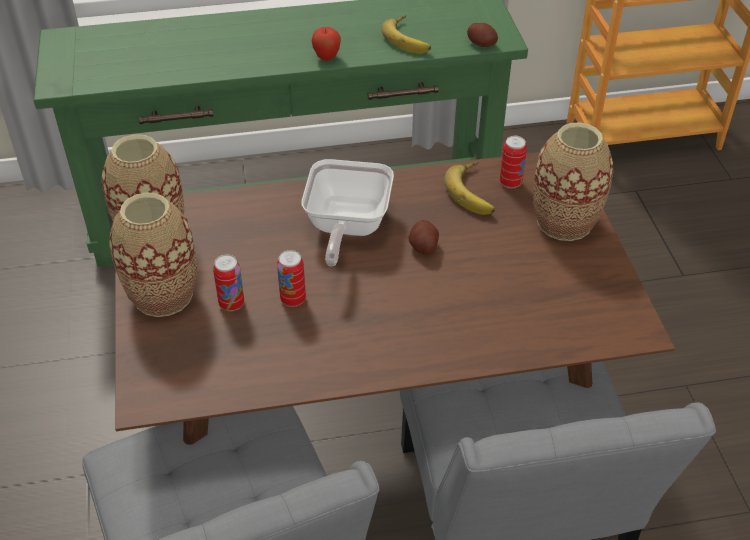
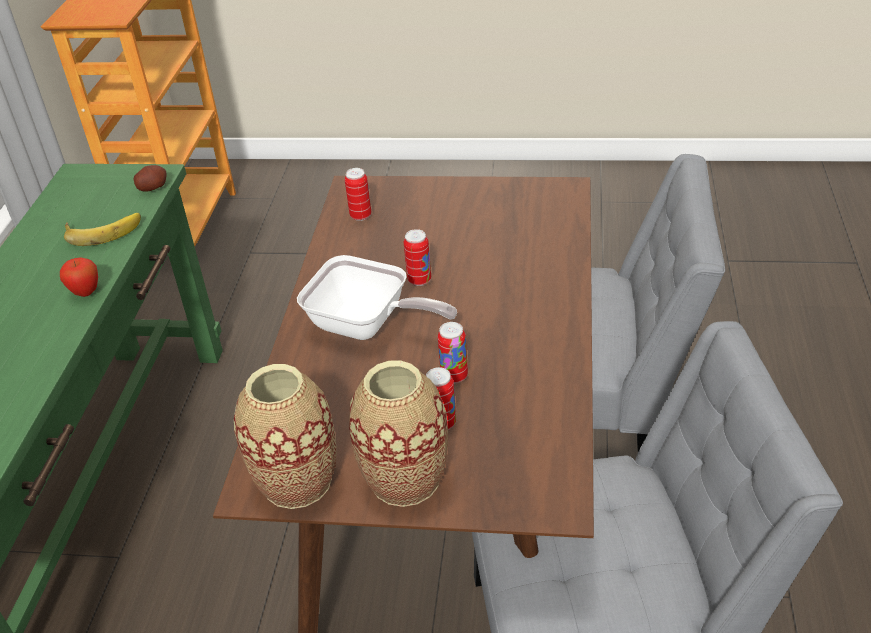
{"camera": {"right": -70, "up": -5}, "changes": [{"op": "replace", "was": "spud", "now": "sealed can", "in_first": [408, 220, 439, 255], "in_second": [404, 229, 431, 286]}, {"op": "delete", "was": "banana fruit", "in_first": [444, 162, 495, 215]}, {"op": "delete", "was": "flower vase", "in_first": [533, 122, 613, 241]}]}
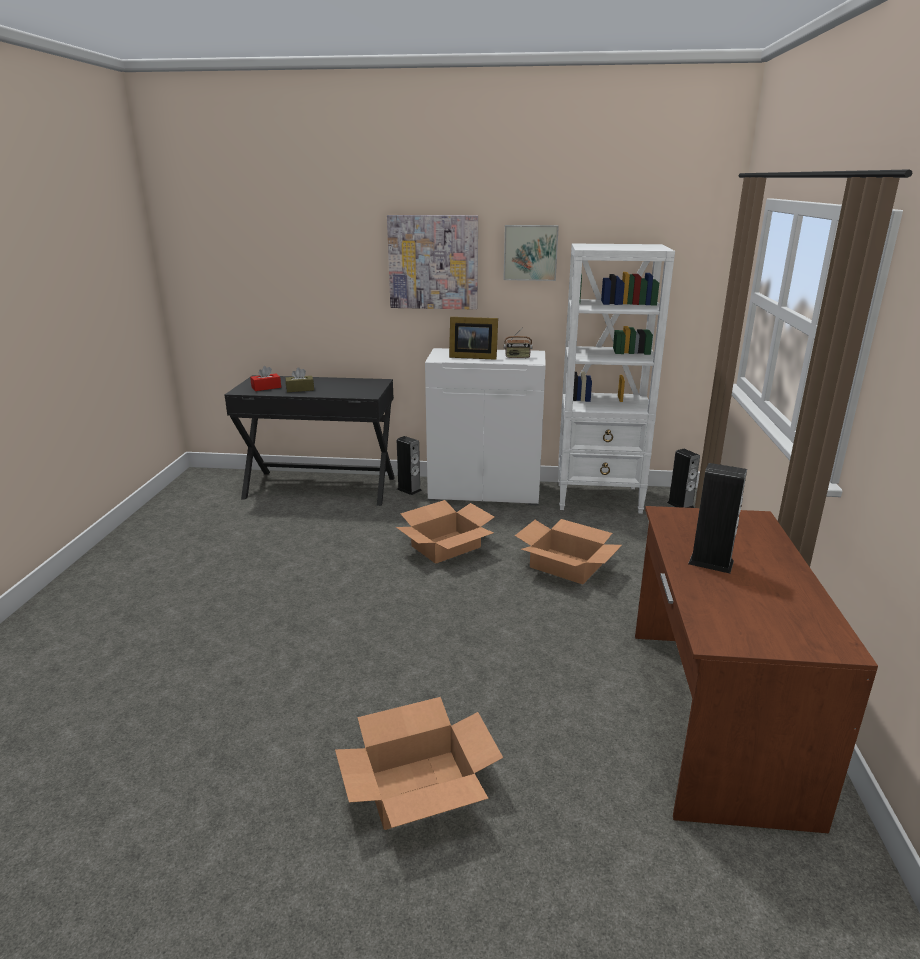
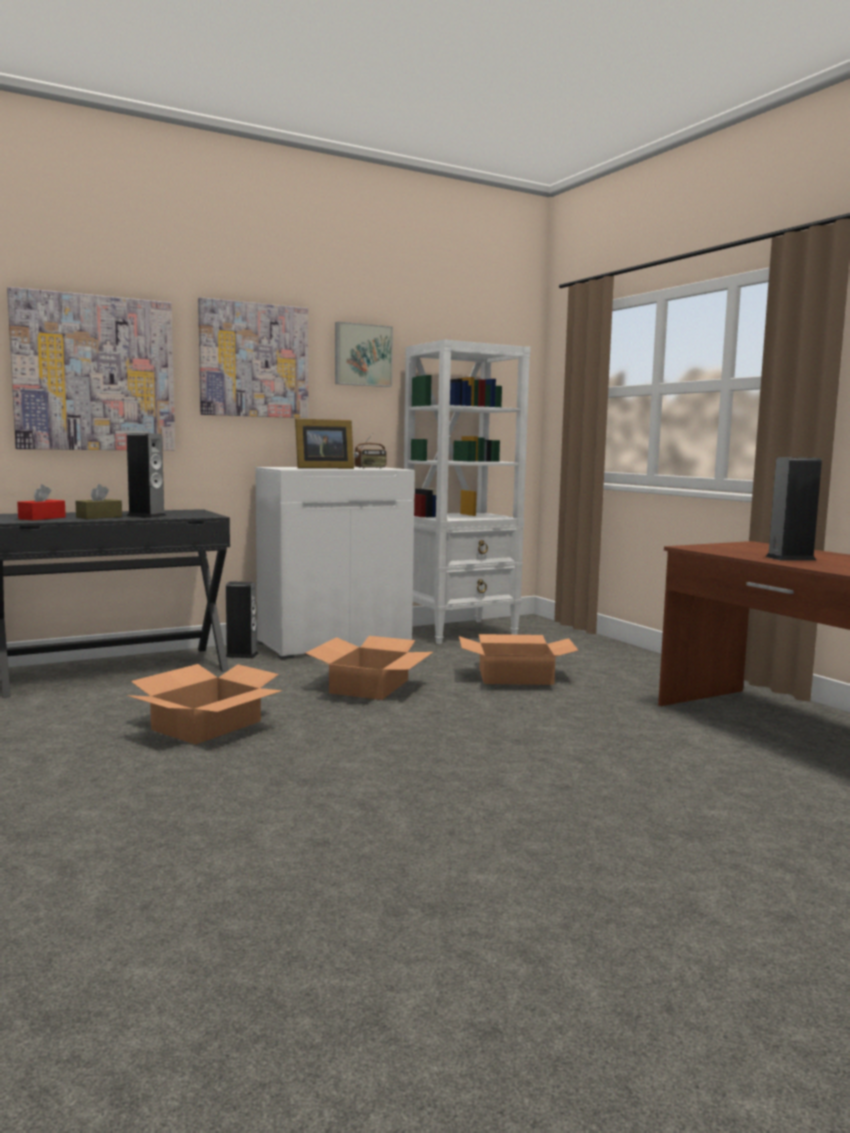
{"camera": {"right": -35, "up": -15}, "changes": [{"op": "insert", "now": "wall picture", "in_second": [7, 287, 175, 451]}, {"op": "move", "was": "cardboard box", "in_first": [335, 697, 503, 830], "in_second": [126, 664, 283, 745]}, {"op": "move", "was": "audio speaker", "in_first": [667, 449, 700, 508], "in_second": [127, 433, 166, 518]}]}
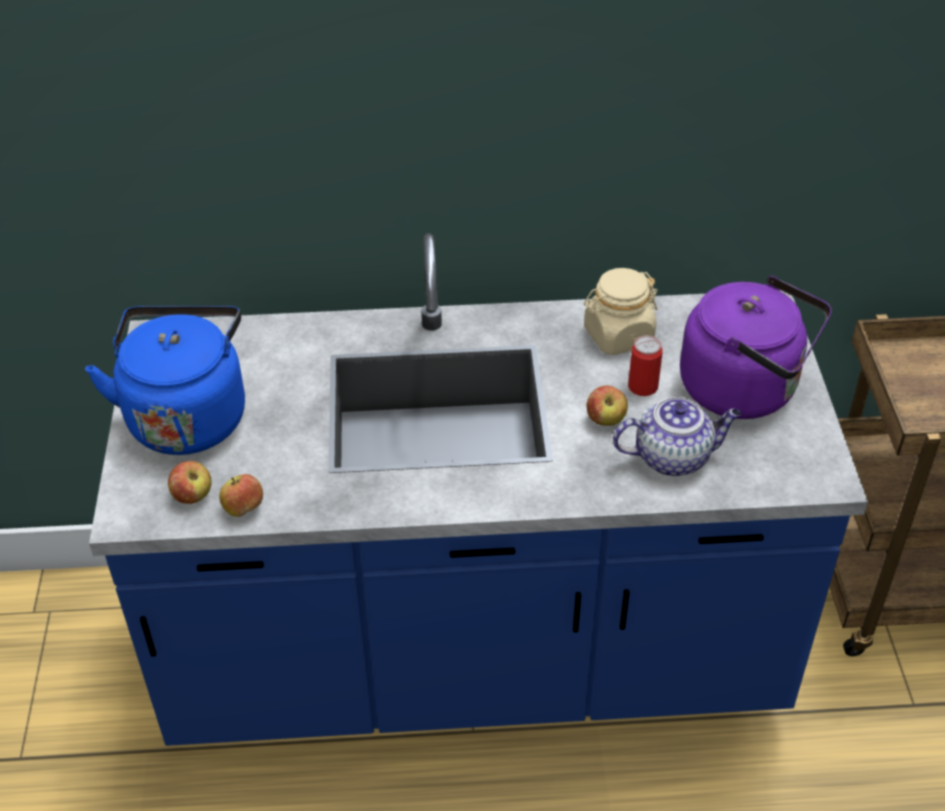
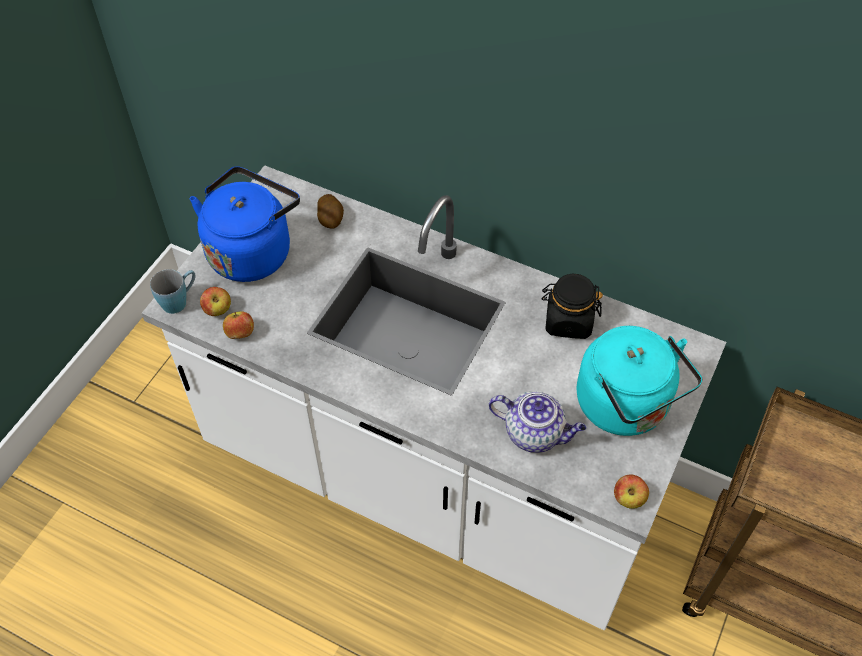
{"camera": {"right": 30, "up": 10}, "changes": [{"op": "recolor", "was": "bluish kitchen base unit", "now": "white kitchen base unit", "in_first": [89, 233, 868, 746], "in_second": [142, 165, 726, 630]}, {"op": "insert", "now": "bluish coffee mug", "in_second": [150, 269, 195, 314]}, {"op": "insert", "now": "spud", "in_second": [317, 194, 344, 229]}, {"op": "recolor", "was": "beige jar", "now": "blackish jar", "in_first": [584, 268, 658, 355], "in_second": [541, 274, 603, 339]}, {"op": "recolor", "was": "purple-coloured water kettle", "now": "blue-green water kettle", "in_first": [680, 276, 832, 419], "in_second": [577, 326, 702, 436]}, {"op": "move", "was": "whole apple", "in_first": [587, 386, 628, 426], "in_second": [614, 475, 649, 509]}, {"op": "delete", "was": "sealed can", "in_first": [628, 336, 662, 396]}]}
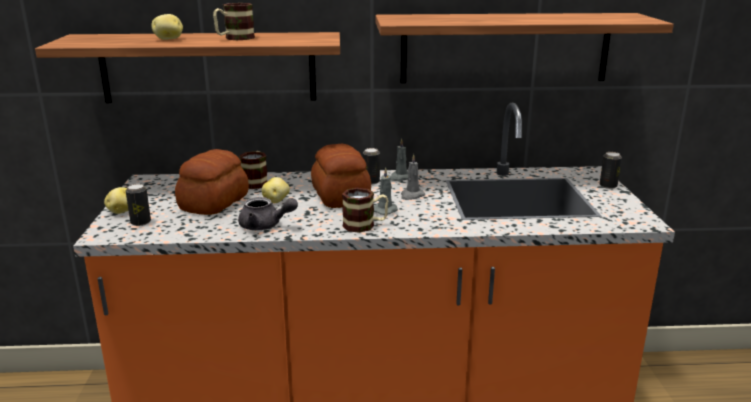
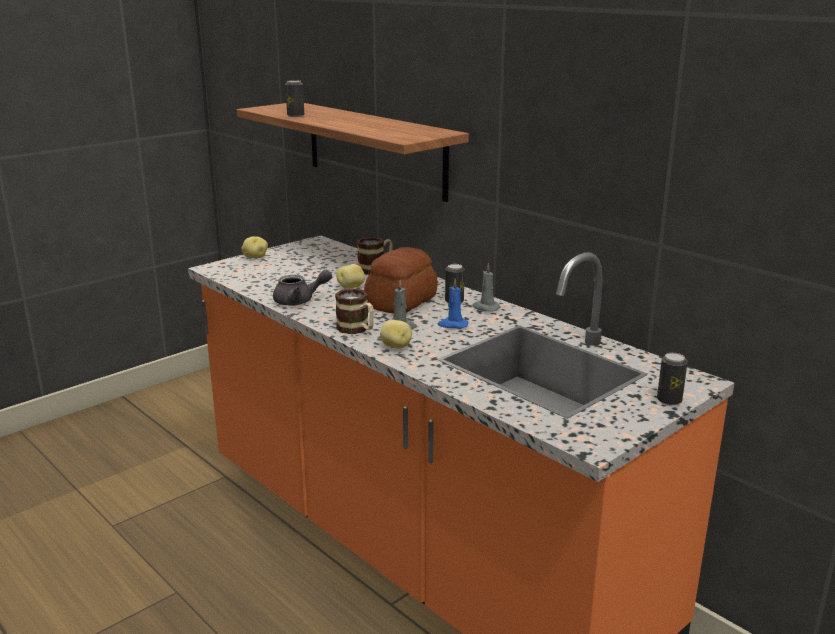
{"camera": {"right": 50, "up": 0}, "changes": [{"op": "rotate", "was": "gray tea pot", "in_first": [238, 197, 298, 230], "in_second": [273, 270, 332, 305], "clockwise": -75}, {"op": "move", "was": "sealed can", "in_first": [126, 184, 151, 226], "in_second": [285, 80, 304, 117]}, {"op": "move", "was": "spud", "in_first": [152, 14, 183, 40], "in_second": [380, 320, 412, 349]}, {"op": "recolor", "was": "gray candle", "now": "bluish candle", "in_first": [401, 154, 425, 200], "in_second": [438, 279, 468, 328]}, {"op": "delete", "was": "bread", "in_first": [175, 149, 249, 215]}, {"op": "delete", "was": "coffee mug", "in_first": [213, 3, 255, 40]}, {"op": "delete", "was": "shelf", "in_first": [376, 13, 674, 83]}]}
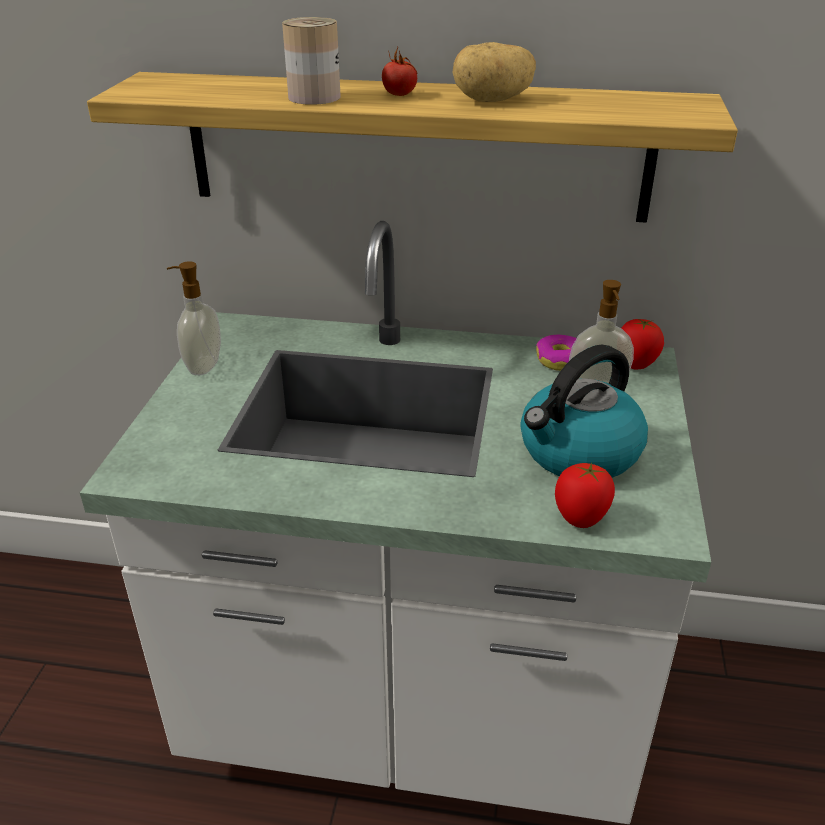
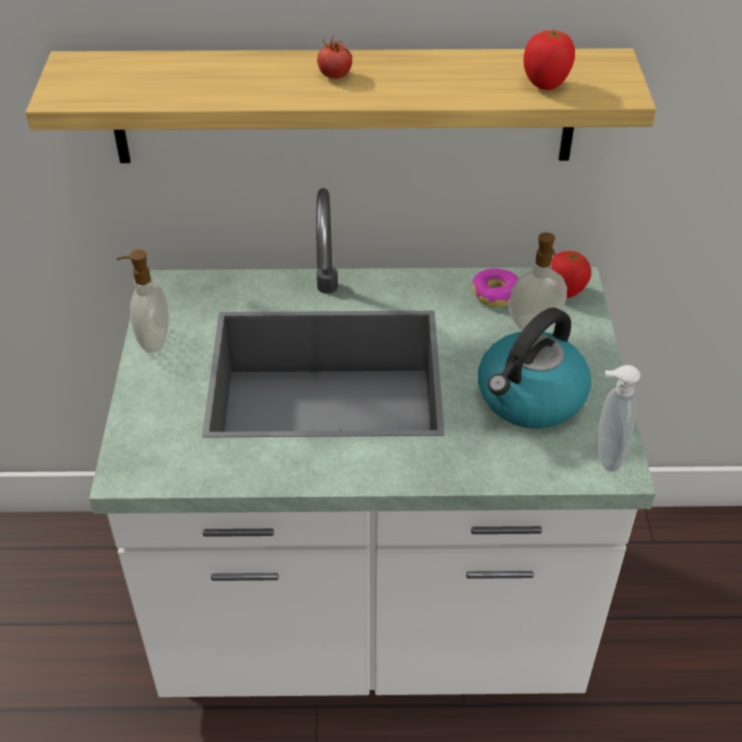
{"camera": {"right": -10, "up": 10}, "changes": [{"op": "move", "was": "fresh tomato", "in_first": [555, 463, 615, 528], "in_second": [523, 30, 575, 90]}, {"op": "insert", "now": "soap bottle", "in_second": [598, 365, 640, 472]}, {"op": "delete", "was": "sealed can", "in_first": [282, 17, 341, 105]}, {"op": "delete", "was": "spud", "in_first": [452, 42, 536, 102]}]}
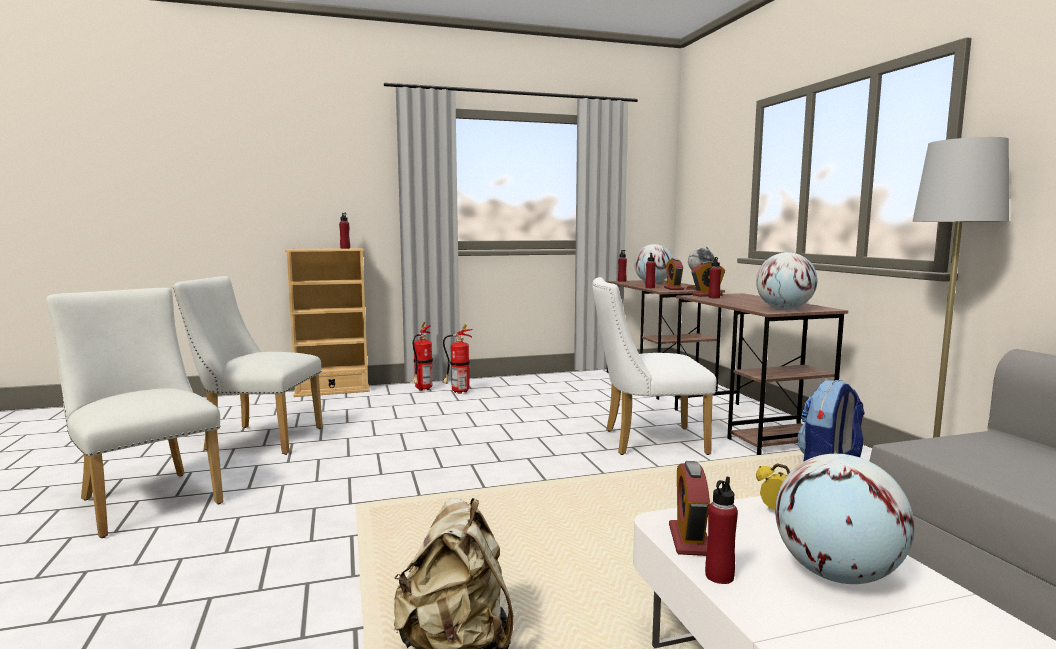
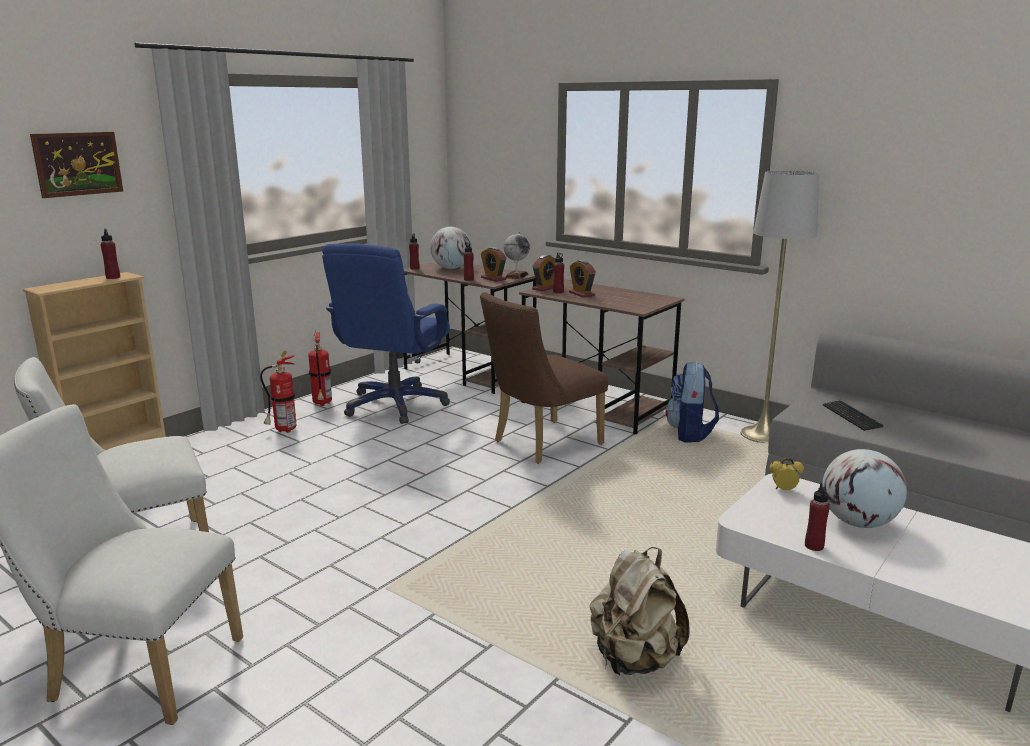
{"camera": {"right": -35, "up": 10}, "changes": [{"op": "insert", "now": "wall picture", "in_second": [30, 132, 123, 198]}, {"op": "move", "was": "fire extinguisher", "in_first": [412, 322, 433, 391], "in_second": [308, 330, 332, 406]}, {"op": "insert", "now": "bluish office chair", "in_second": [322, 243, 450, 424]}, {"op": "recolor", "was": "white chair", "now": "brown chair", "in_first": [592, 277, 717, 455], "in_second": [480, 292, 608, 464]}, {"op": "move", "was": "table clock", "in_first": [669, 461, 710, 556], "in_second": [569, 260, 596, 298]}, {"op": "insert", "now": "keyboard", "in_second": [823, 400, 884, 431]}, {"op": "delete", "was": "world globe", "in_first": [756, 252, 818, 310]}]}
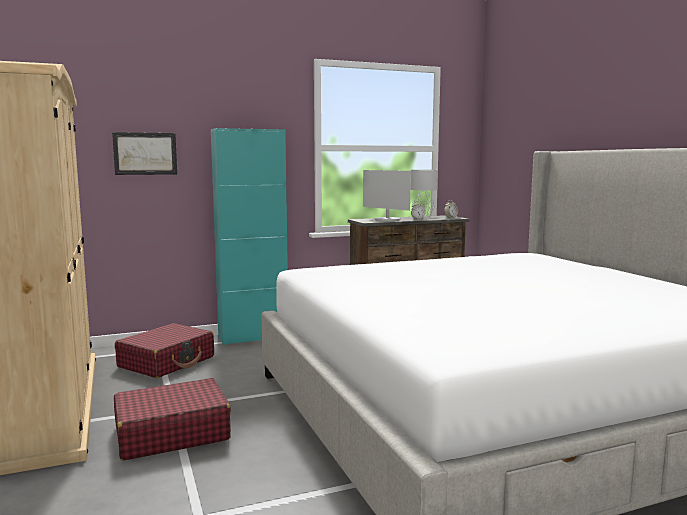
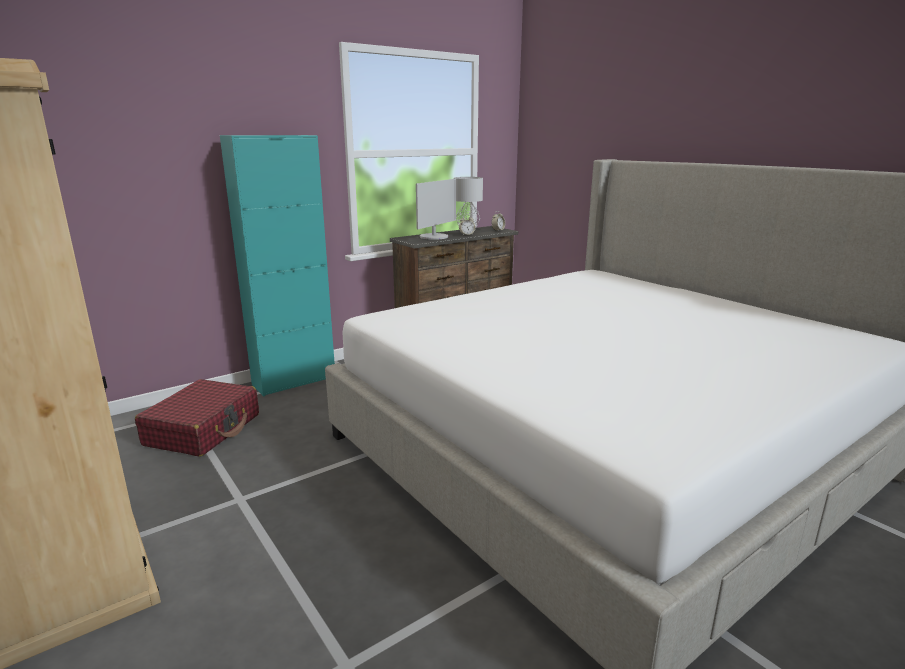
{"camera": {"right": -15, "up": 10}, "changes": [{"op": "rotate", "was": "computer display", "in_first": [363, 170, 411, 221], "in_second": [416, 179, 456, 240], "clockwise": -90}, {"op": "delete", "was": "wall picture", "in_first": [112, 132, 177, 175]}, {"op": "delete", "was": "red travel case", "in_first": [114, 378, 231, 461]}]}
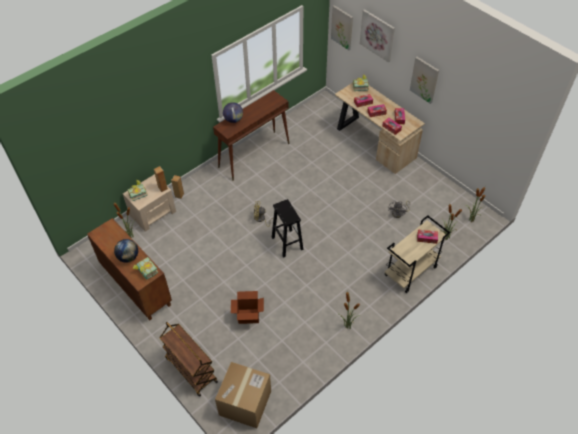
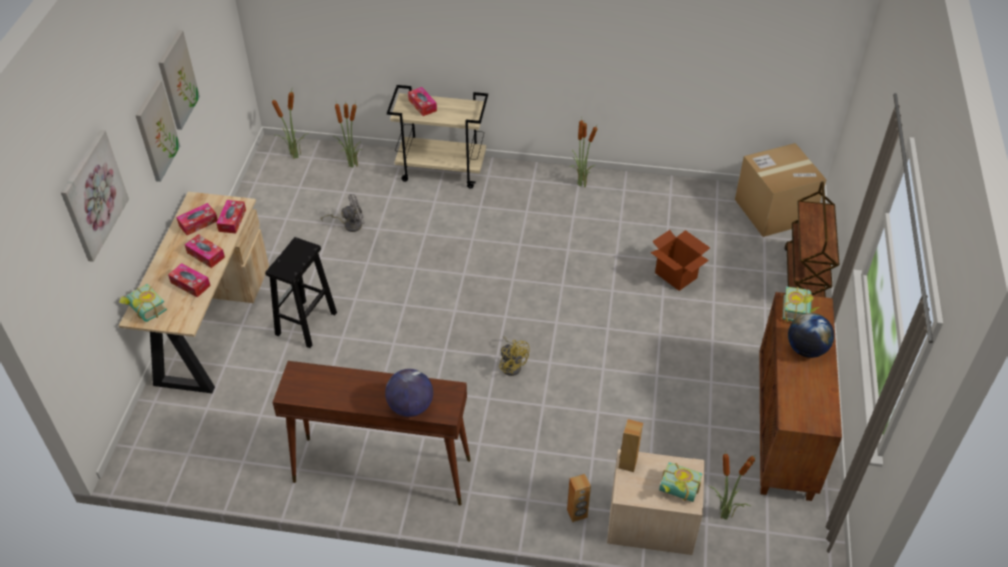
{"camera": {"right": -130, "up": -5}, "changes": [{"op": "move", "was": "wall picture", "in_first": [331, 5, 353, 50], "in_second": [158, 30, 200, 130]}, {"op": "move", "was": "blackish stool", "in_first": [272, 199, 304, 258], "in_second": [265, 237, 337, 348]}]}
